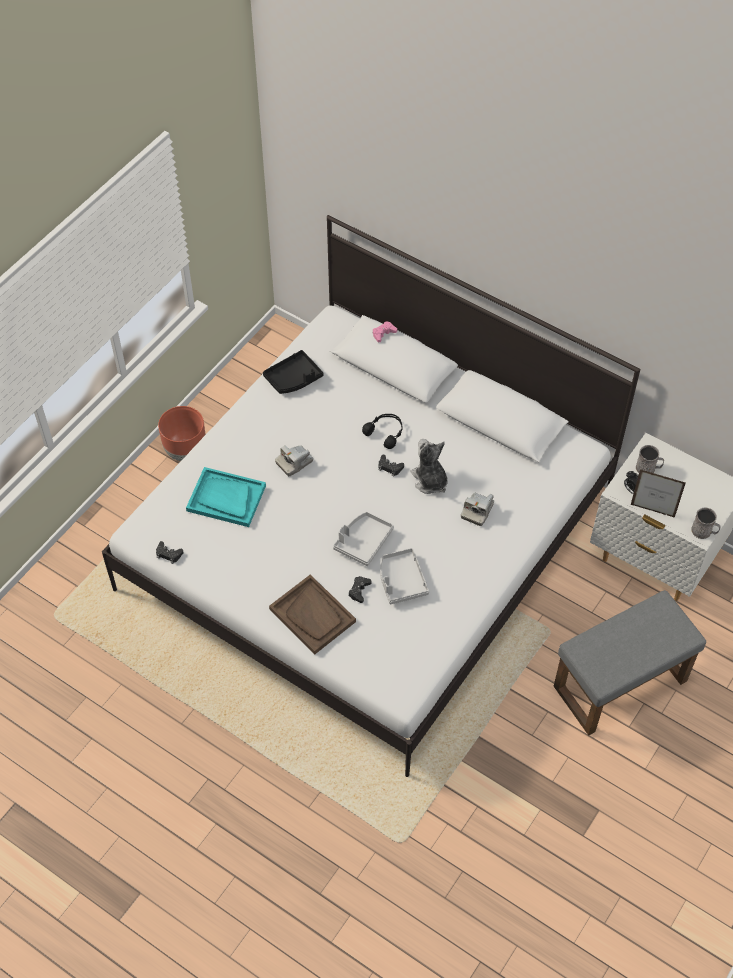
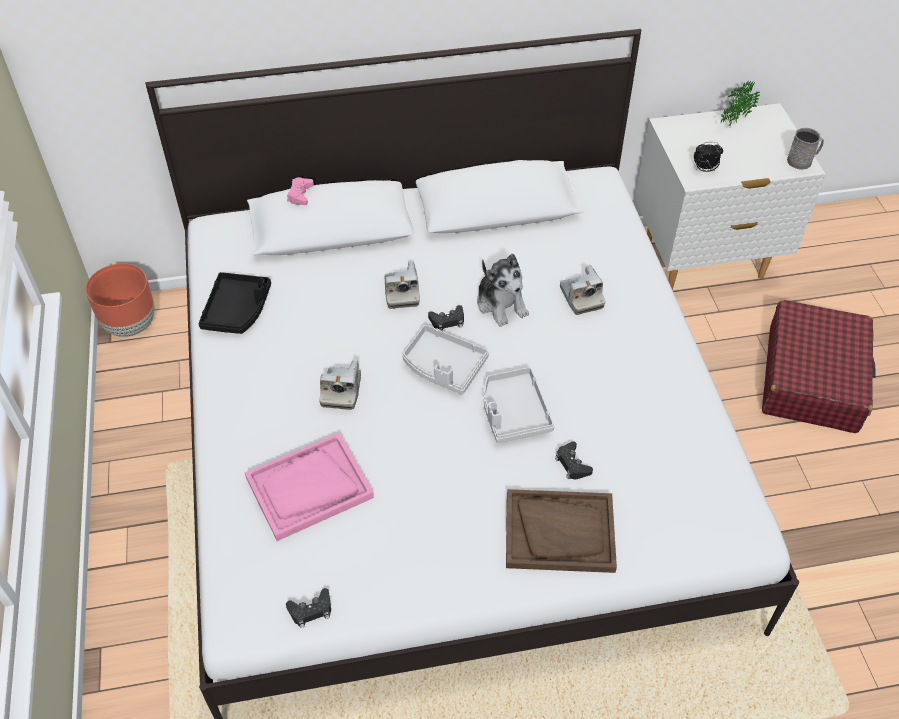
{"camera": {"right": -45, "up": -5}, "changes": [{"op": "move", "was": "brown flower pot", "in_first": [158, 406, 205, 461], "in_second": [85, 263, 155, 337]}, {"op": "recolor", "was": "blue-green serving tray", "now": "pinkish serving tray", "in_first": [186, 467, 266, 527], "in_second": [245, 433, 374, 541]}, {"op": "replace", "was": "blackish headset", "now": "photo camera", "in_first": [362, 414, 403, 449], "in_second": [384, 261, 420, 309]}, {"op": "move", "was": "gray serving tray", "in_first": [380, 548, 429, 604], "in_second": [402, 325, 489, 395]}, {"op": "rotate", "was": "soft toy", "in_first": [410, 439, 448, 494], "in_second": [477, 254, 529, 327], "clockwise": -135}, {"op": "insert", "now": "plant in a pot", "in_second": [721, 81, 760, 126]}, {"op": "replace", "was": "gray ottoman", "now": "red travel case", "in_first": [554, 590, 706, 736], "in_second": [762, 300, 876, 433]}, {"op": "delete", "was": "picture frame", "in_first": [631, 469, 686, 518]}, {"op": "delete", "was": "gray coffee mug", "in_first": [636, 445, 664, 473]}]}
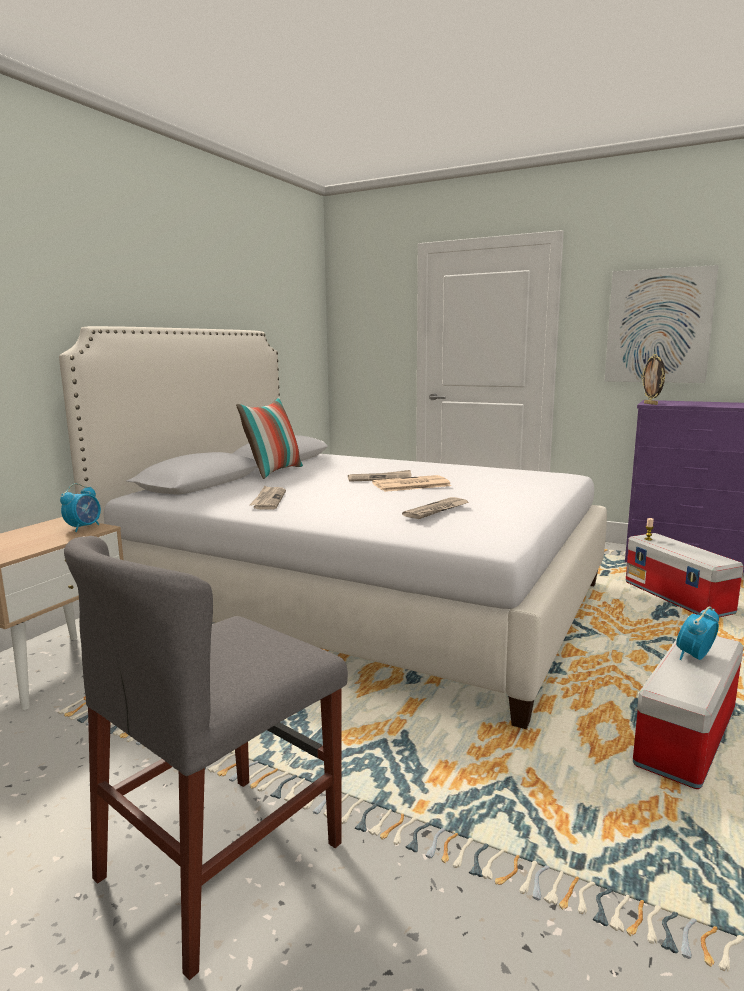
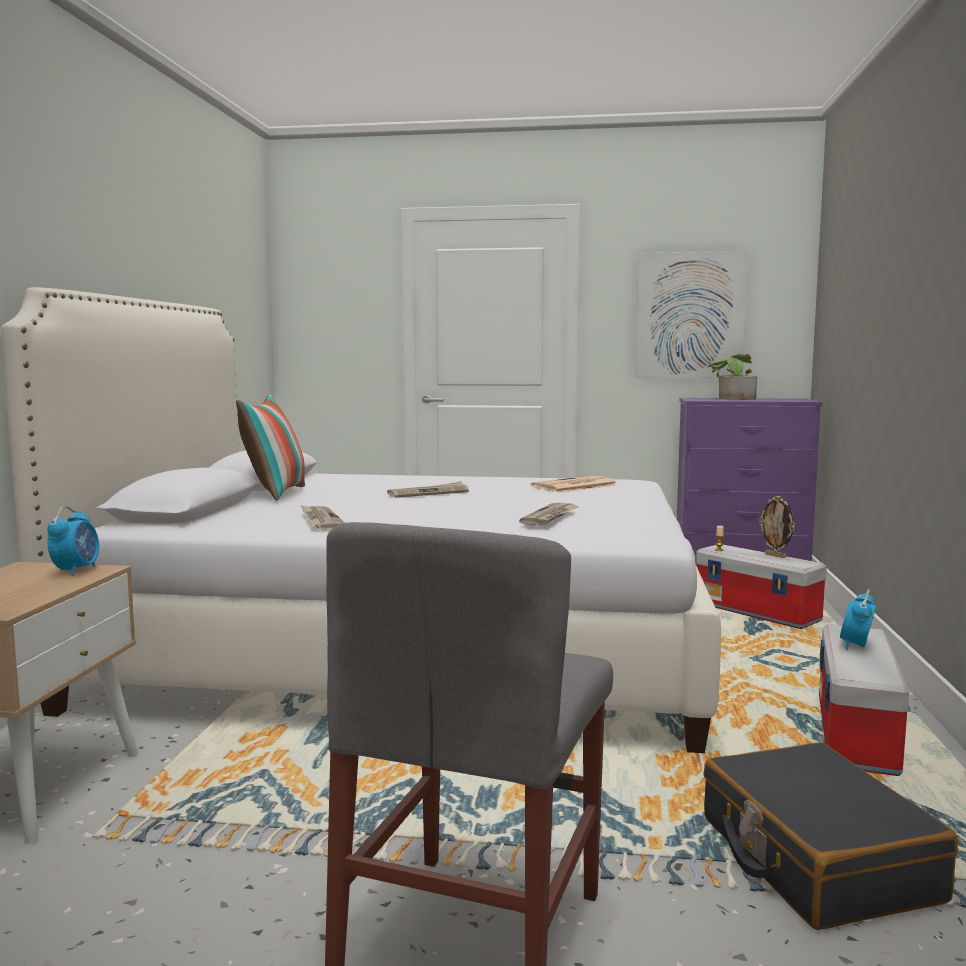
{"camera": {"right": -20, "up": -5}, "changes": [{"op": "move", "was": "daily paper", "in_first": [372, 475, 451, 492], "in_second": [531, 476, 618, 493]}, {"op": "insert", "now": "blackish travel case", "in_second": [704, 742, 958, 930]}, {"op": "insert", "now": "plant in a pot", "in_second": [708, 354, 757, 400]}, {"op": "move", "was": "picture frame", "in_first": [641, 354, 665, 405], "in_second": [759, 496, 795, 558]}]}
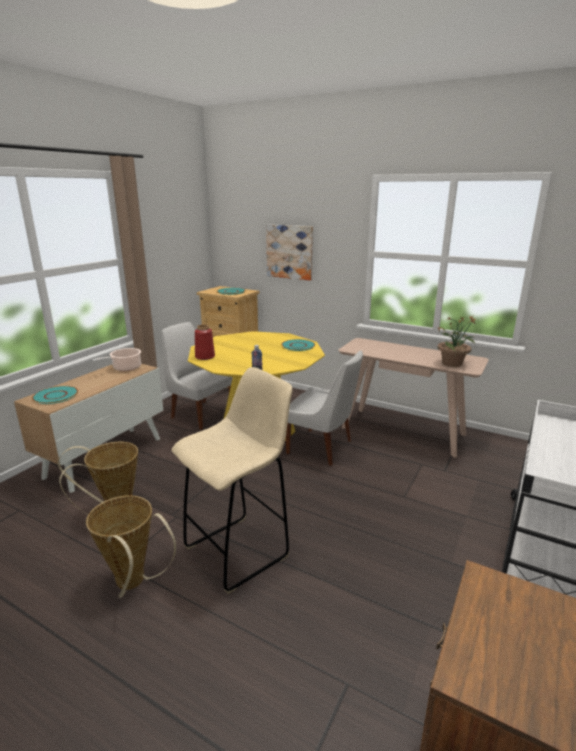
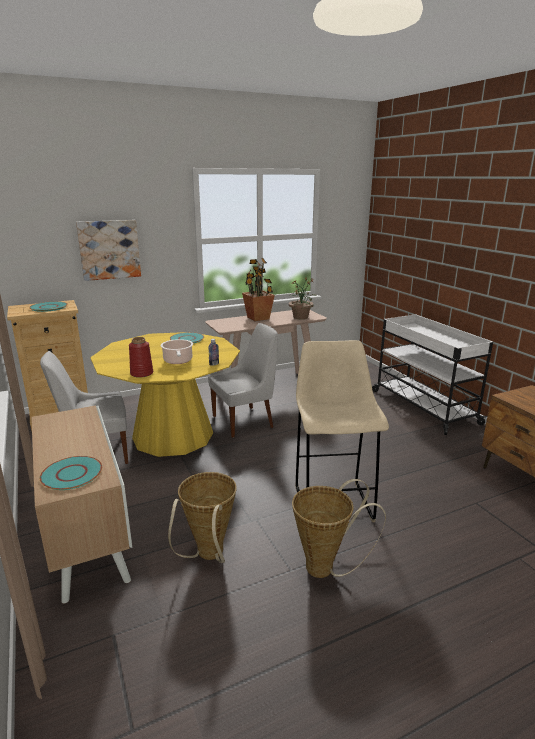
{"camera": {"right": -55, "up": 0}, "changes": [{"op": "move", "was": "saucepot", "in_first": [92, 348, 141, 371], "in_second": [161, 339, 193, 364]}, {"op": "insert", "now": "plant in a pot", "in_second": [242, 258, 275, 321]}]}
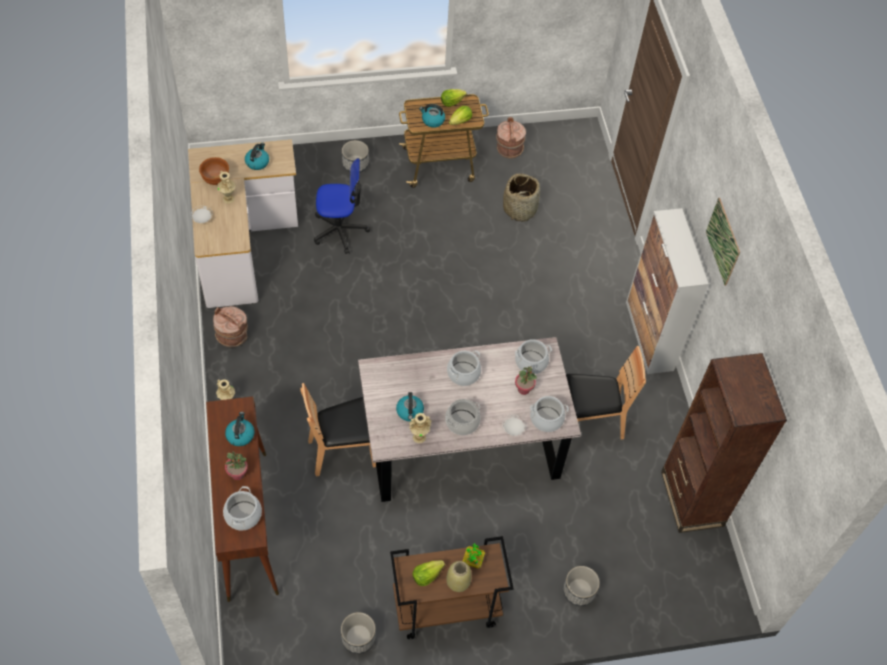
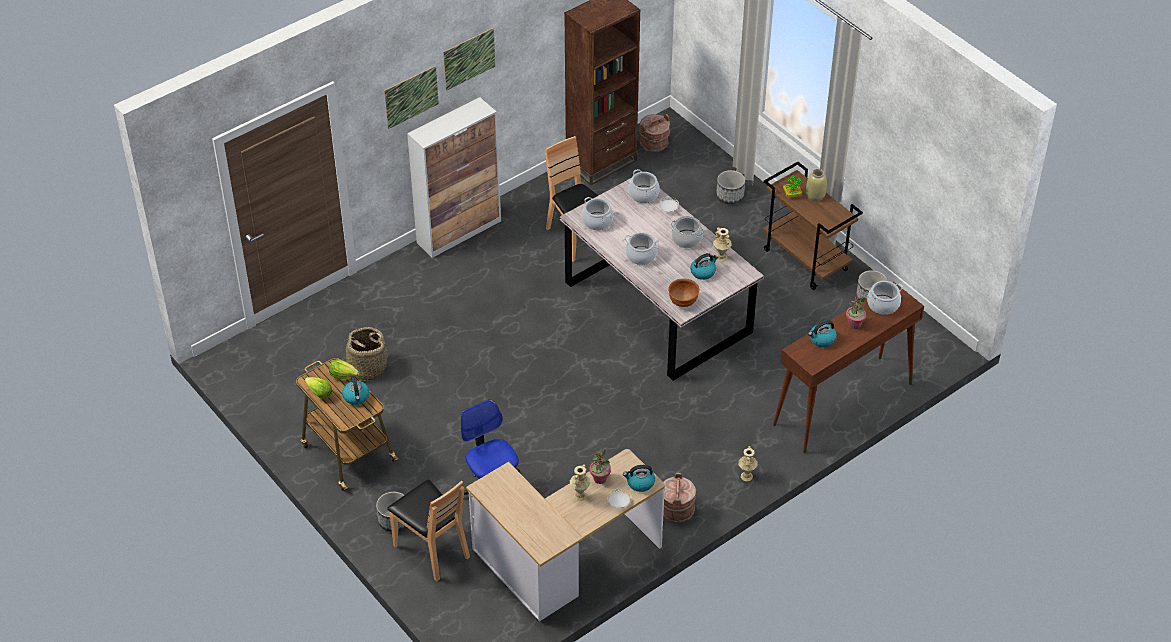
{"camera": {"right": -115, "up": -10}, "changes": [{"op": "insert", "now": "wall picture", "in_second": [384, 66, 439, 129]}, {"op": "move", "was": "brown chair", "in_first": [300, 383, 376, 477], "in_second": [387, 480, 470, 582]}, {"op": "move", "was": "plant in a pot", "in_first": [515, 366, 537, 395], "in_second": [590, 449, 611, 484]}, {"op": "move", "was": "water kettle", "in_first": [245, 143, 269, 170], "in_second": [623, 465, 655, 492]}, {"op": "move", "was": "brown water bucket", "in_first": [496, 117, 526, 159], "in_second": [639, 114, 670, 152]}, {"op": "move", "was": "brown deep dish", "in_first": [199, 157, 229, 185], "in_second": [668, 278, 699, 307]}, {"op": "delete", "was": "head of lettuce", "in_first": [413, 560, 445, 586]}]}
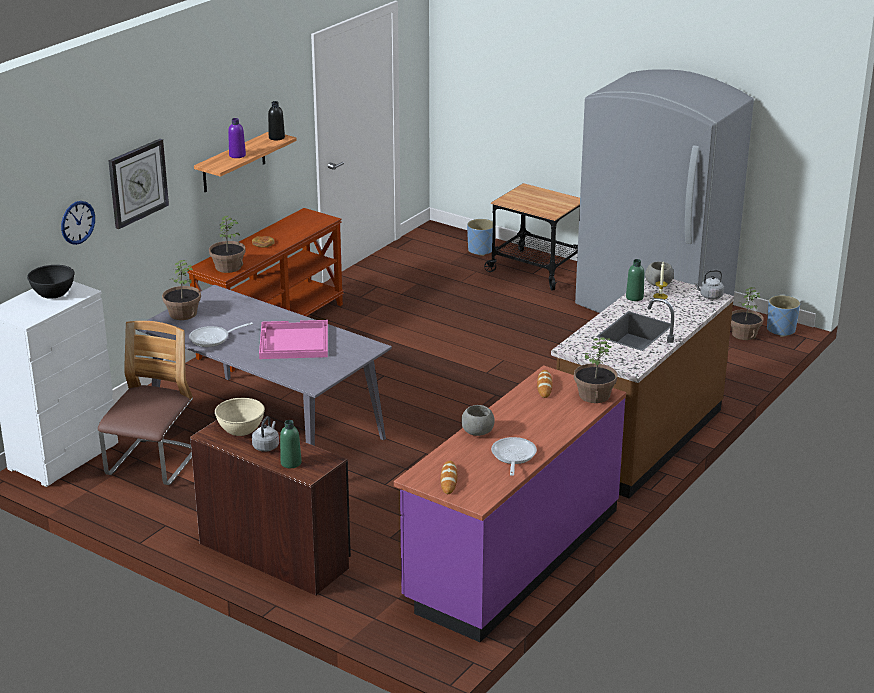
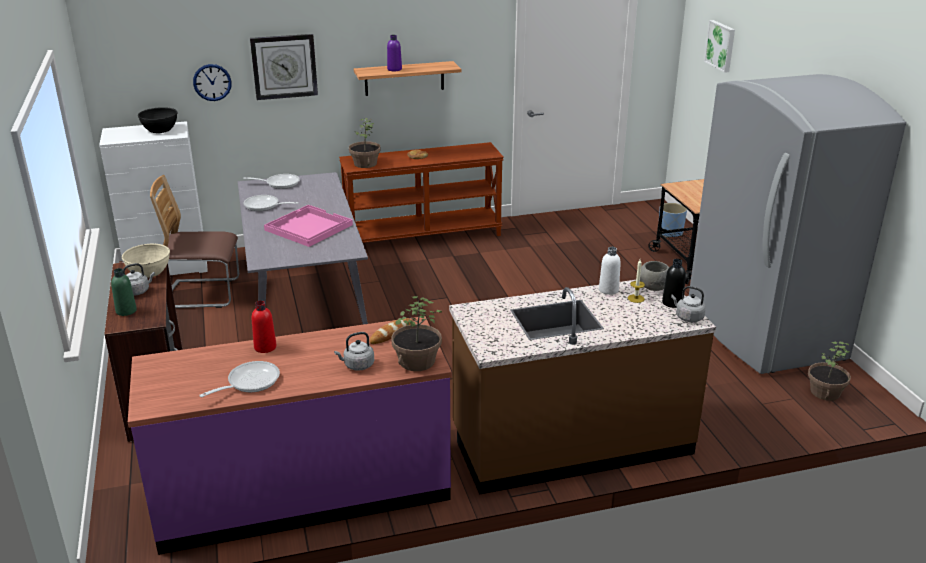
{"camera": {"right": 40, "up": 0}, "changes": [{"op": "rotate", "was": "chair", "in_first": [98, 321, 193, 485], "in_second": [150, 175, 239, 308], "clockwise": -150}, {"op": "replace", "was": "plant in a pot", "now": "pan", "in_first": [162, 260, 201, 320], "in_second": [243, 174, 300, 189]}, {"op": "replace", "was": "gray deep dish", "now": "red drink bottle", "in_first": [461, 405, 495, 436], "in_second": [252, 301, 276, 353]}, {"op": "insert", "now": "gray water kettle", "in_second": [334, 332, 374, 371]}, {"op": "recolor", "was": "green drink bottle", "now": "white drink bottle", "in_first": [626, 259, 644, 301], "in_second": [599, 247, 621, 295]}, {"op": "move", "was": "blackish drink bottle", "in_first": [268, 101, 285, 140], "in_second": [662, 259, 686, 308]}, {"op": "insert", "now": "wall picture", "in_second": [704, 20, 735, 73]}, {"op": "delete", "was": "bread", "in_first": [440, 461, 457, 494]}, {"op": "delete", "was": "bluish flower pot", "in_first": [767, 295, 800, 337]}]}
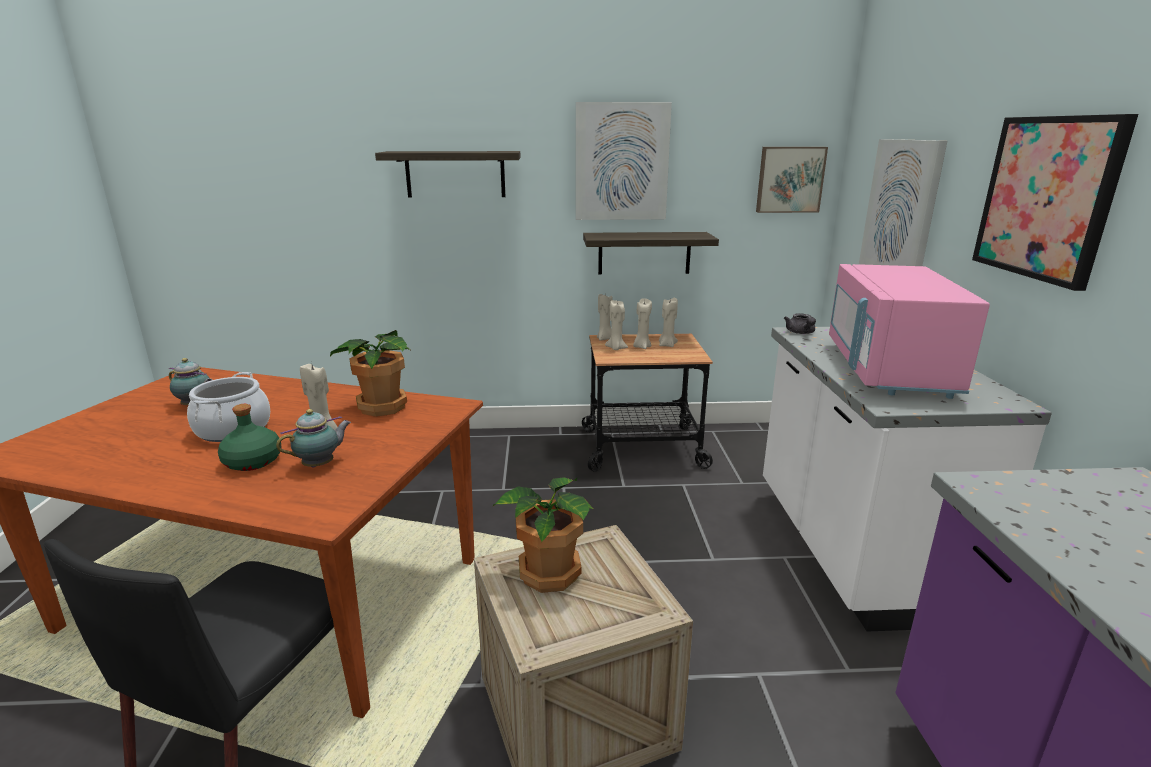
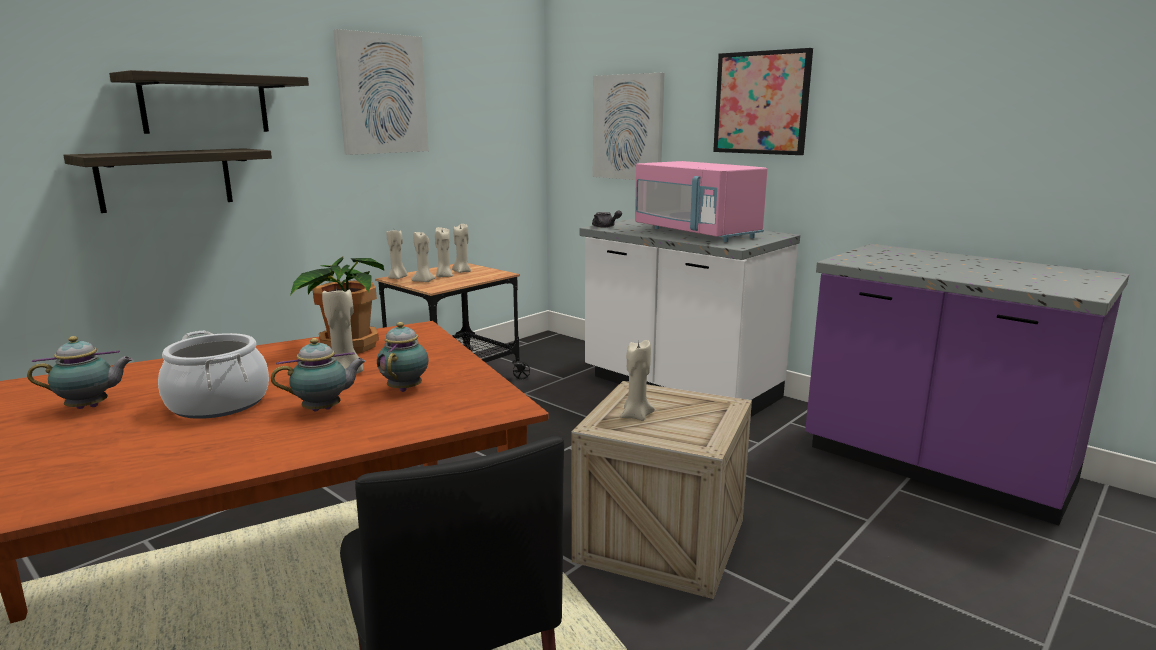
{"camera": {"right": -45, "up": -5}, "changes": [{"op": "move", "was": "shelf", "in_first": [583, 232, 719, 275], "in_second": [63, 148, 272, 213]}, {"op": "replace", "was": "green drink bottle", "now": "tea pot", "in_first": [218, 404, 282, 471], "in_second": [271, 338, 366, 412]}, {"op": "replace", "was": "plant in a pot", "now": "beige candle", "in_first": [492, 477, 593, 593], "in_second": [621, 340, 655, 421]}, {"op": "delete", "was": "wall picture", "in_first": [756, 147, 828, 213]}]}
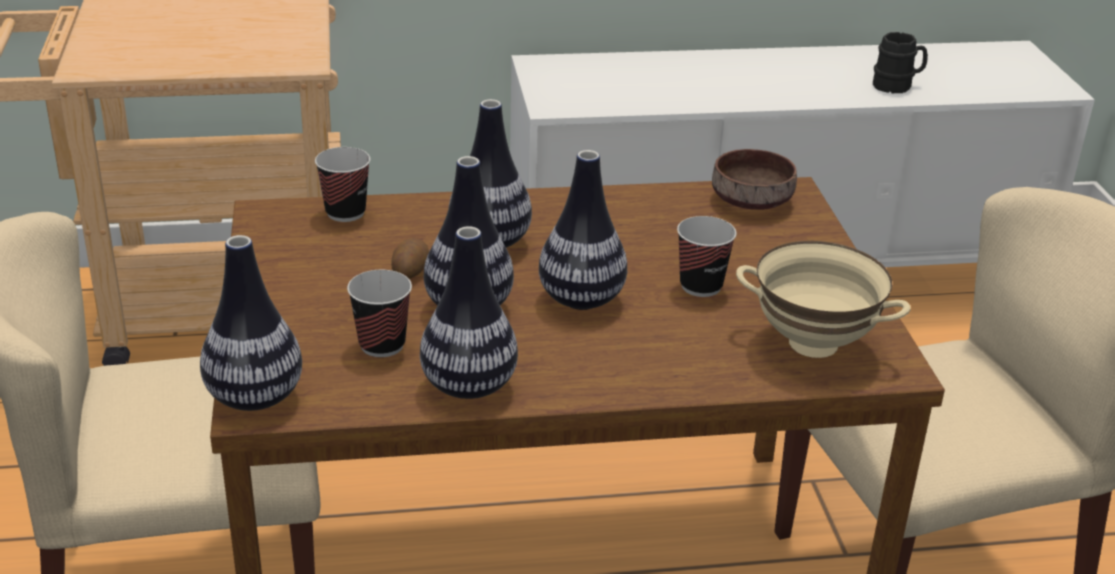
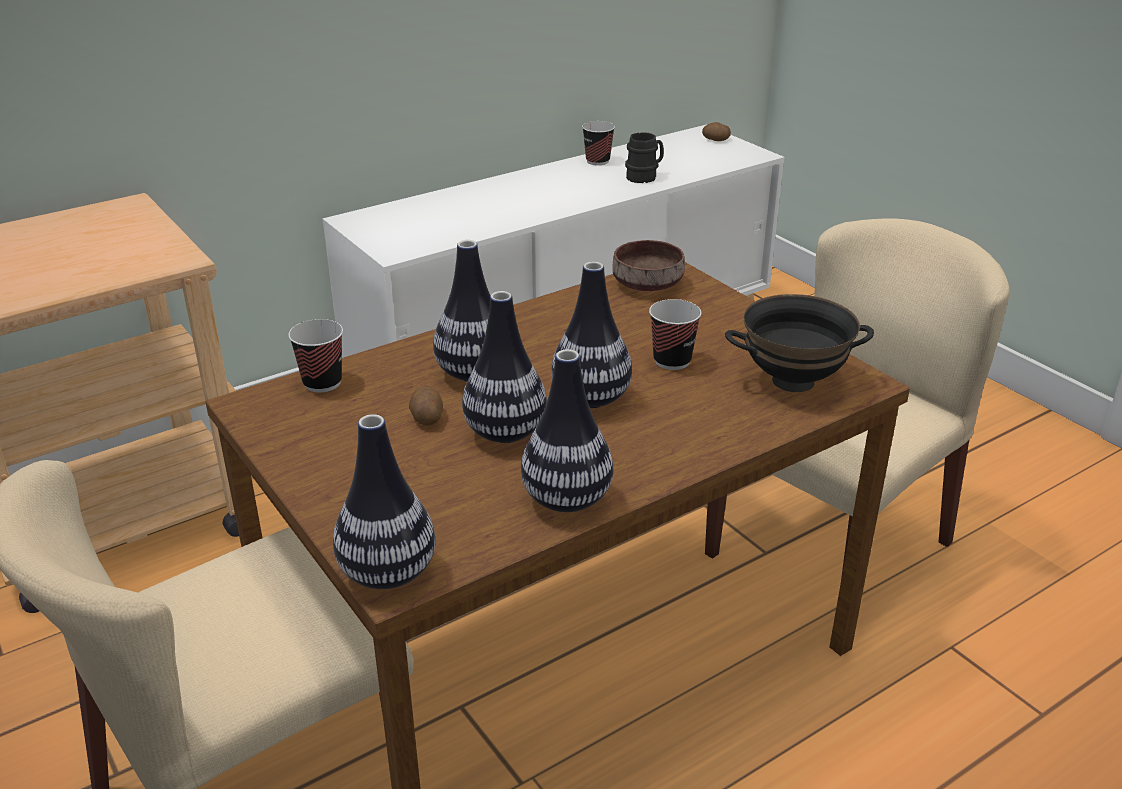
{"camera": {"right": -25, "up": 0}, "changes": [{"op": "move", "was": "small cup", "in_first": [347, 270, 412, 357], "in_second": [582, 121, 615, 165]}, {"op": "insert", "now": "spud", "in_second": [702, 122, 731, 141]}, {"op": "recolor", "was": "beige deep dish", "now": "blackish deep dish", "in_first": [736, 241, 911, 358], "in_second": [725, 294, 874, 392]}]}
